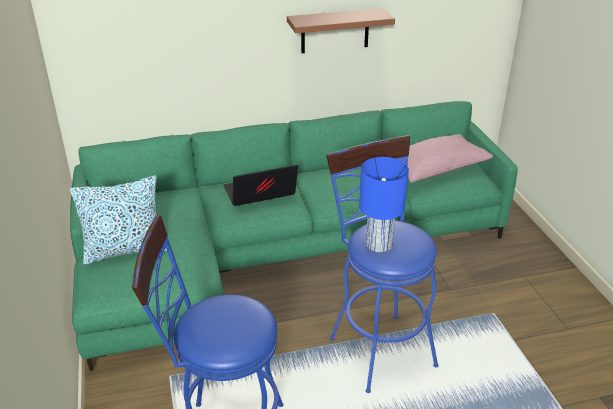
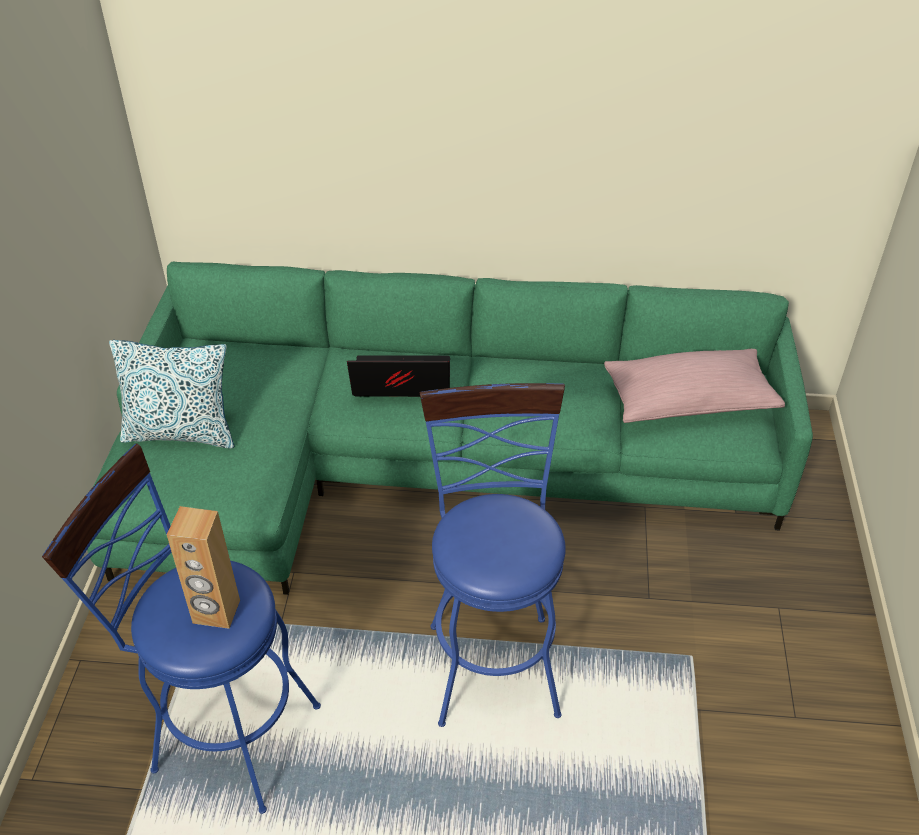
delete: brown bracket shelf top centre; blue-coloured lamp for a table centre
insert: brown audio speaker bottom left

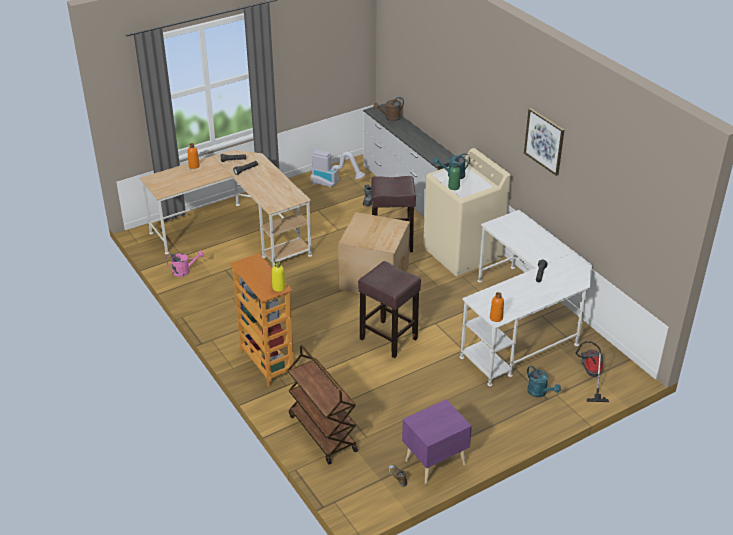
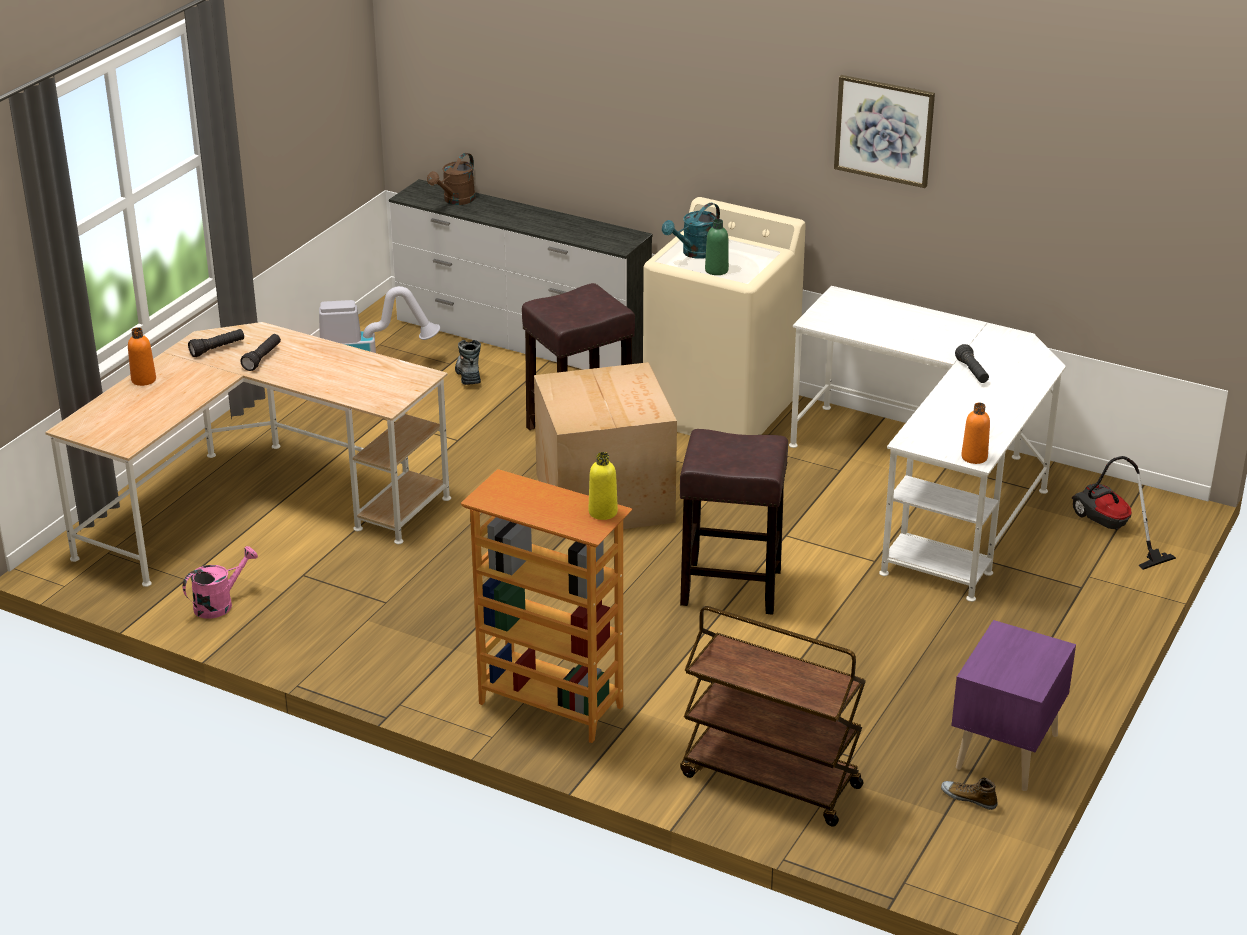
delete: turquoise-coloured watering pot (2nd from left) bottom right

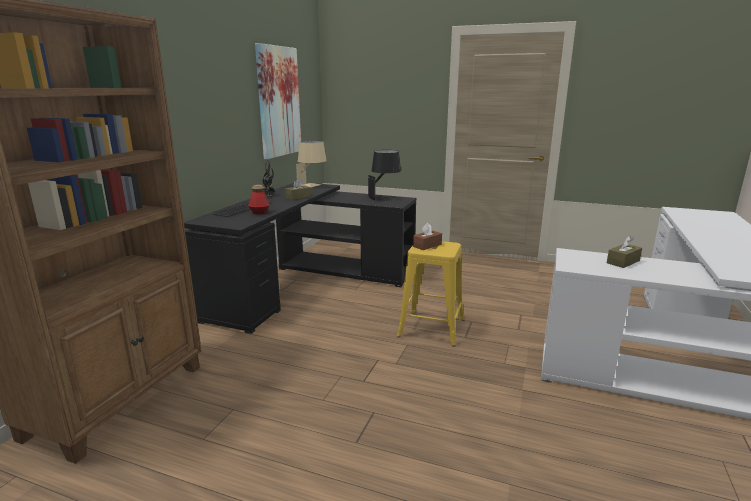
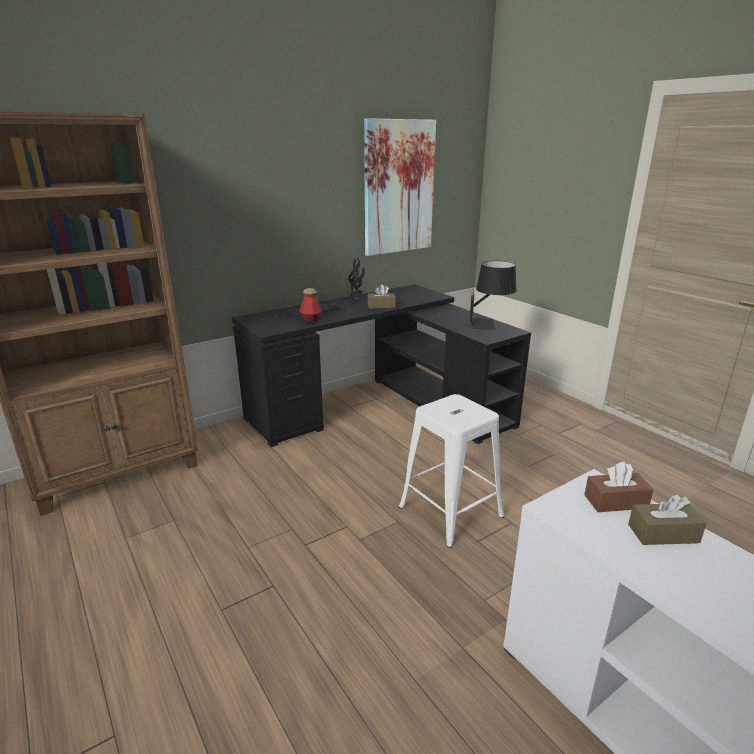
delete: sand-coloured lamp for a table top centre
move: brown tissue holder (2nd from left) centre to middle right
recolor: yellow stool centre to white stool centre

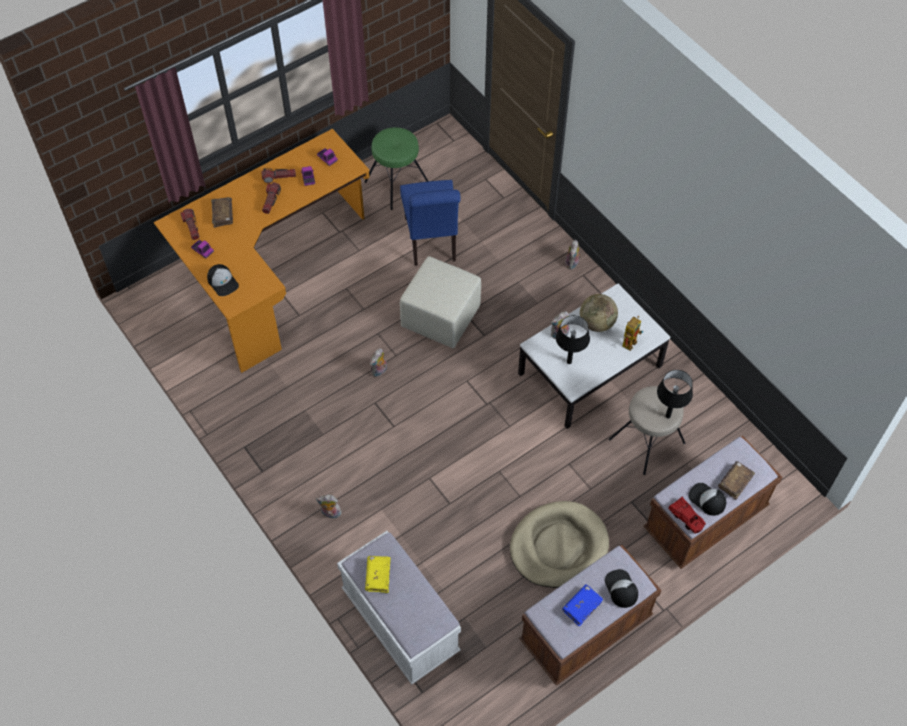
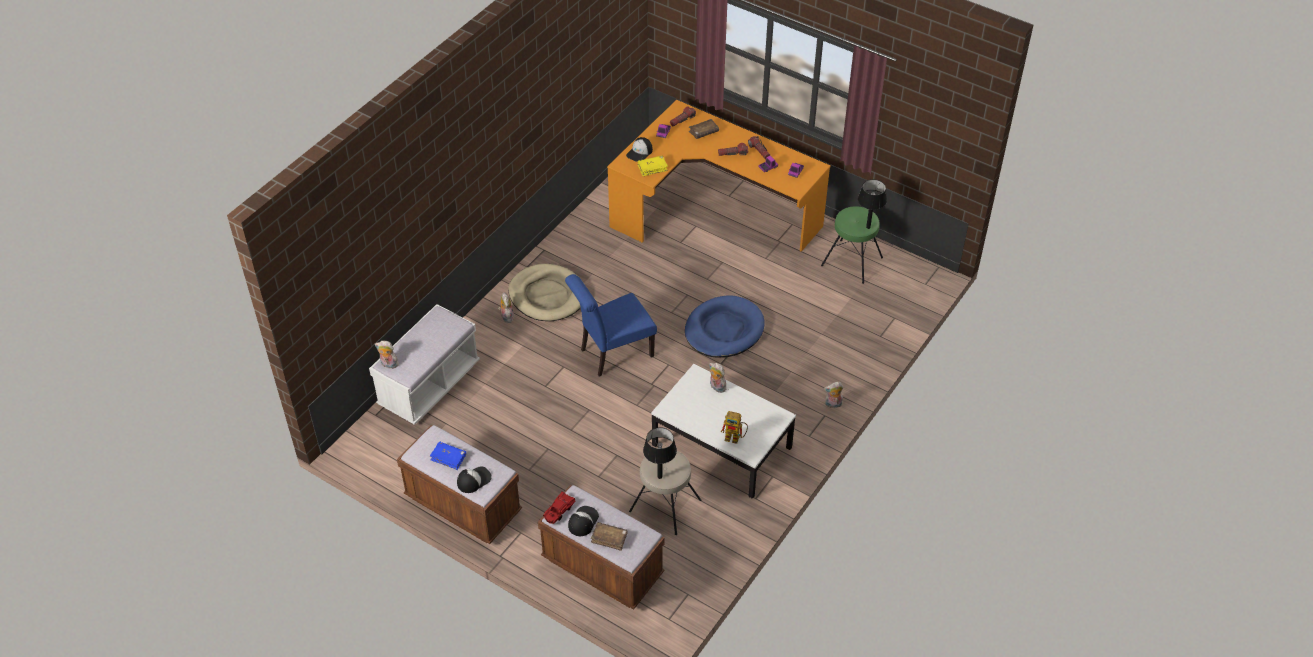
delete: globe centre
move: yellow book bottom centre to top centre; soft toy (2nd from left in the first image) centre to soft toy (1st from left) middle left; blue-coloured plain chair top centre to centre; sand-coloured pet bed bottom centre to centre; blackish lamp for a table (1st from left in the first image) centre to blackish lamp for a table (2nd from left) top centre
replace: sand-coloured footrest centre to blue-coloured pet bed centre

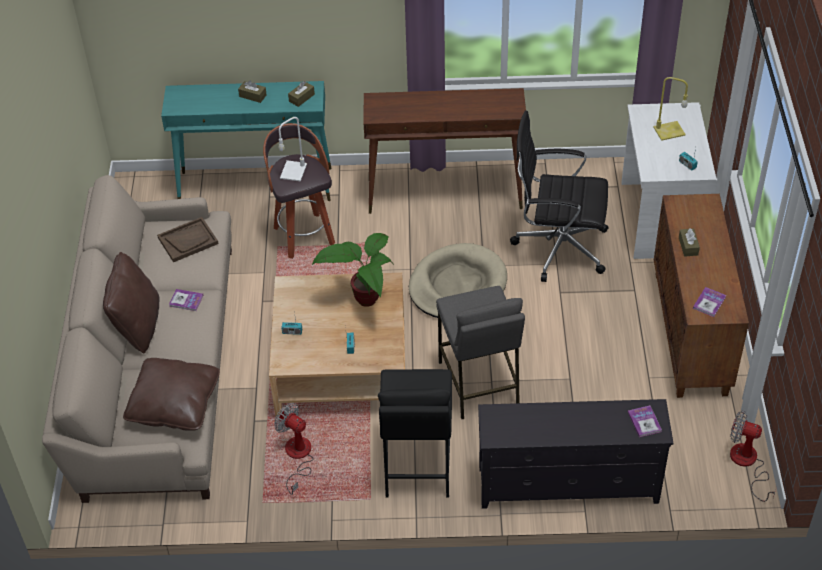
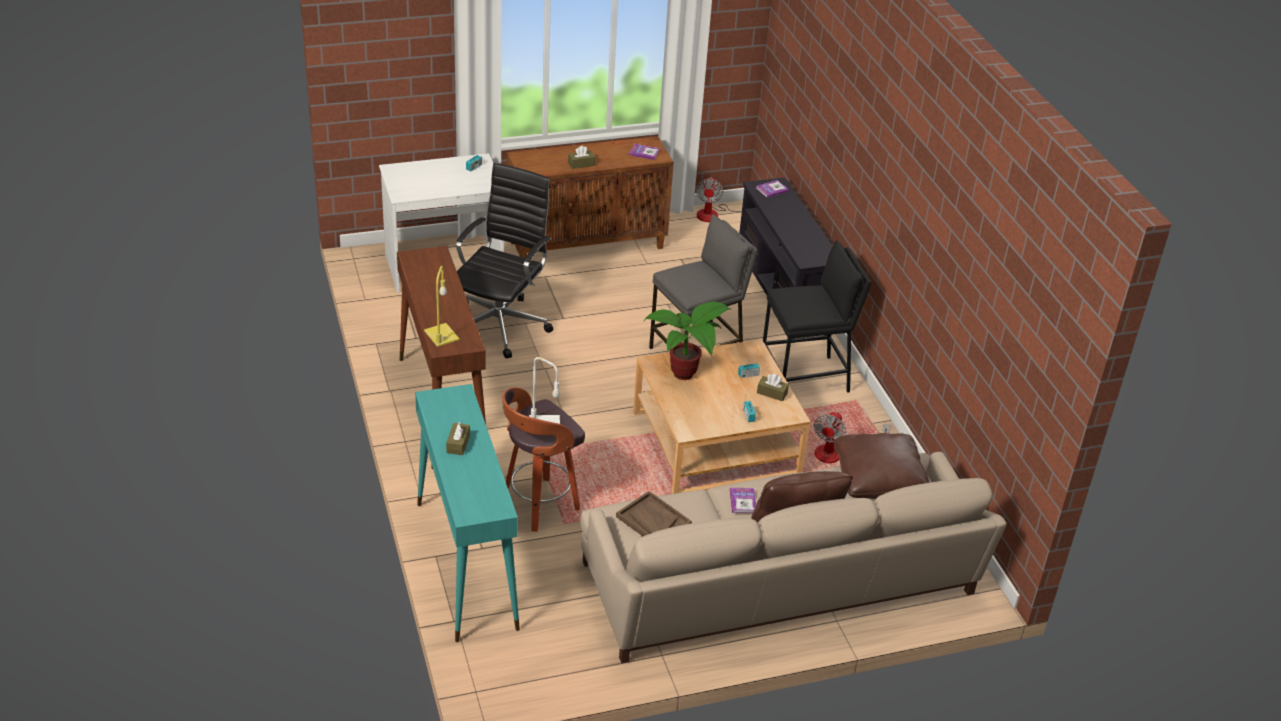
delete: sand-coloured pet bed centre
move: brown tissue holder (2nd from left in the first image) top centre to brown tissue holder (3rd from left) centre; yellow lamp for a table top right to centre
rotate: blackish office chair middle right = centre 150 degrees counterclockwise

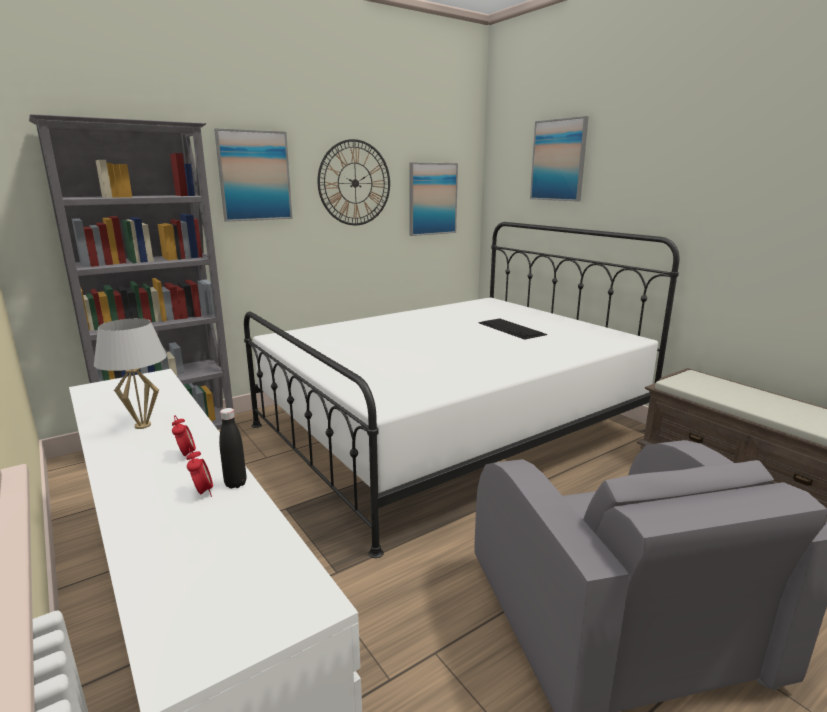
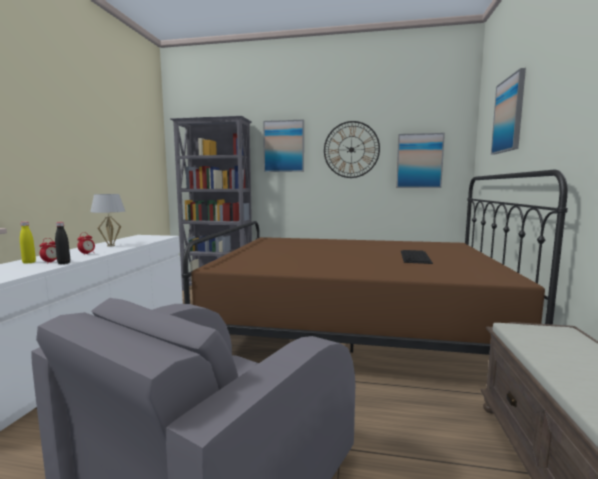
insert: yellow bottle middle left
recolor: white sleeping bed centre to brown sleeping bed centre

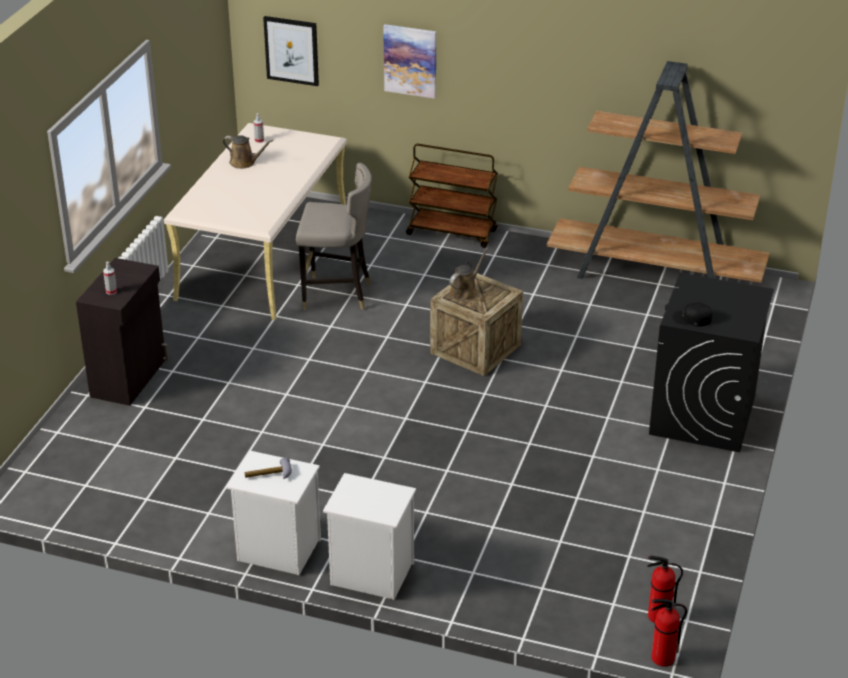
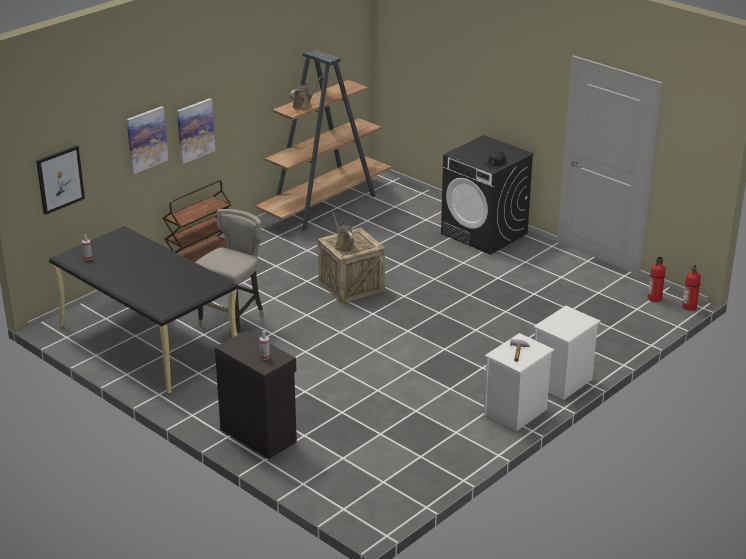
insert: wall art (3rd from left) top left
move: brown watering pot (1st from left) top left to top centre
recolor: sand-coloured desk top left to blackish desk middle left

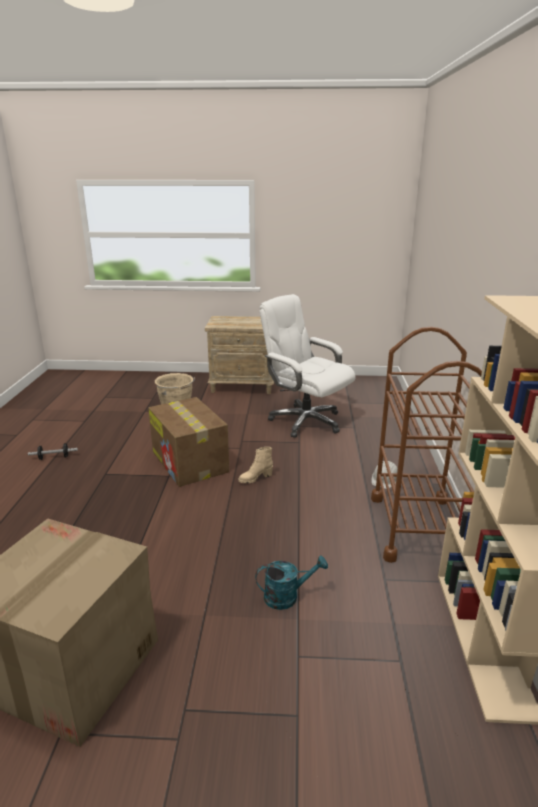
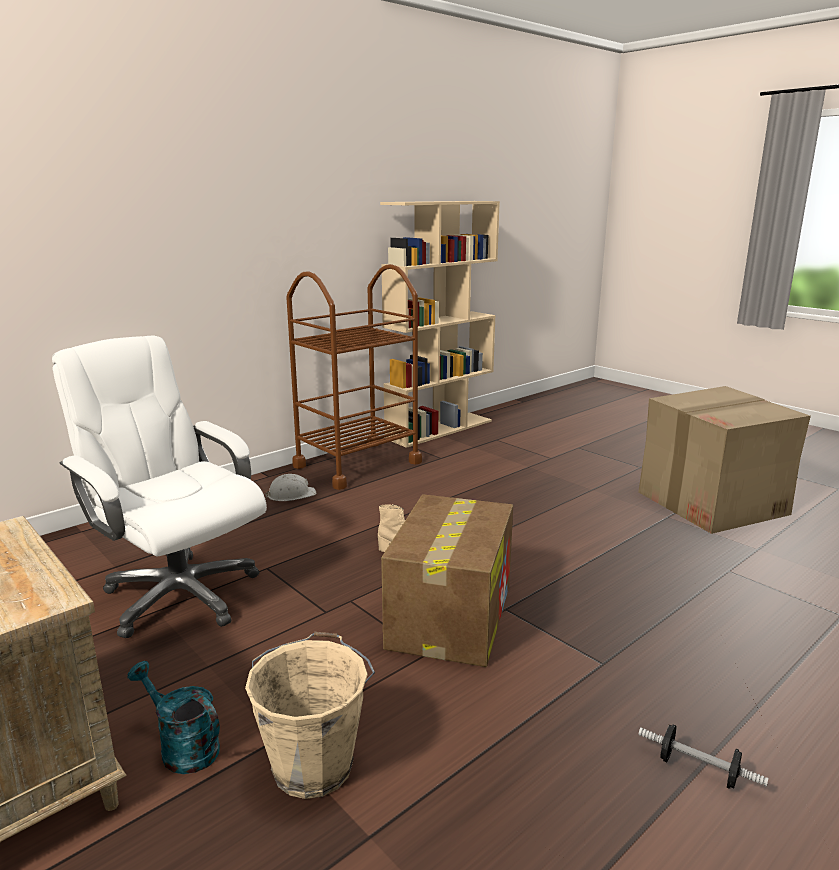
move: turquoise-coloured watering pot bottom centre to bottom left
rotate: white office chair centre = middle left 135 degrees clockwise

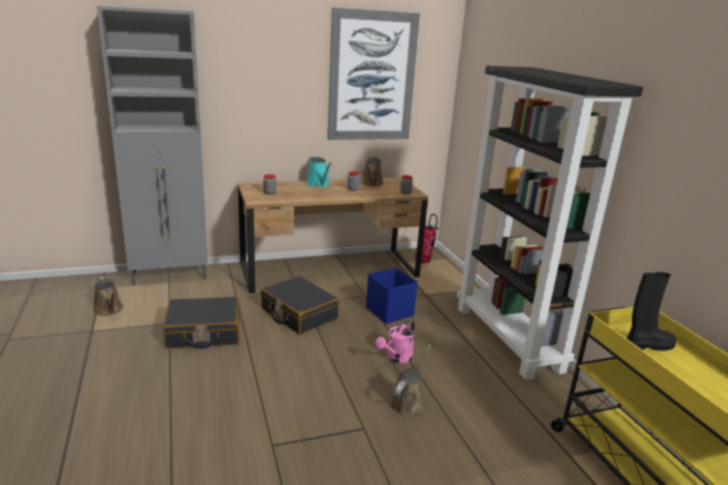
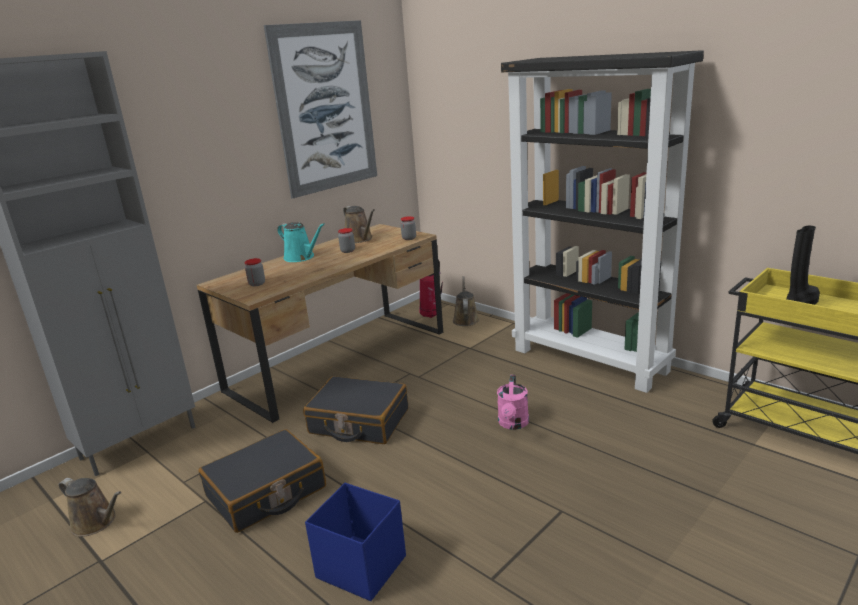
move: blue-coloured storage box centre to bottom centre; brown watering pot (3rd from left) bottom centre to centre

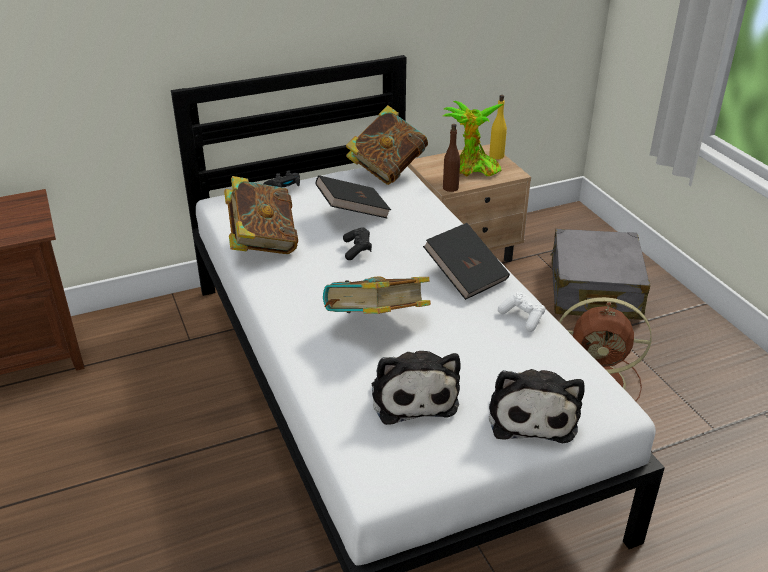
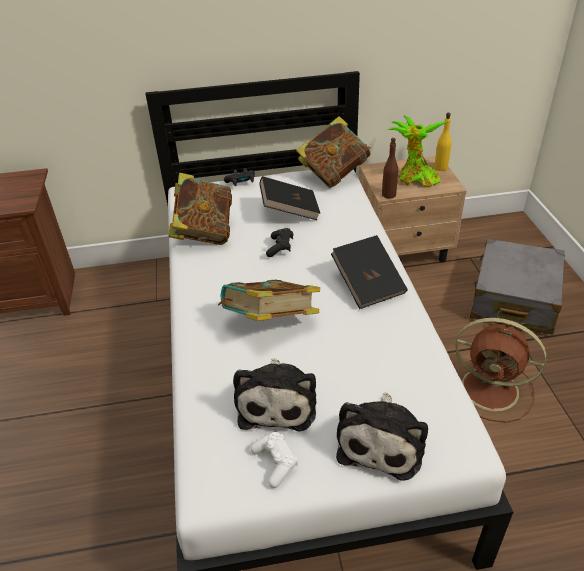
move: white game controller middle right to bottom centre

